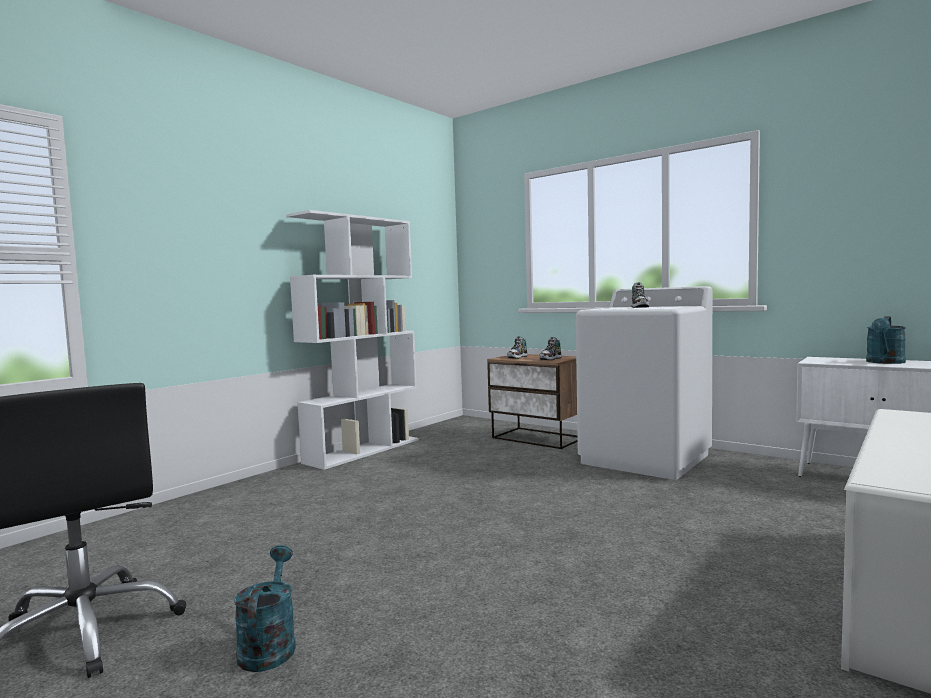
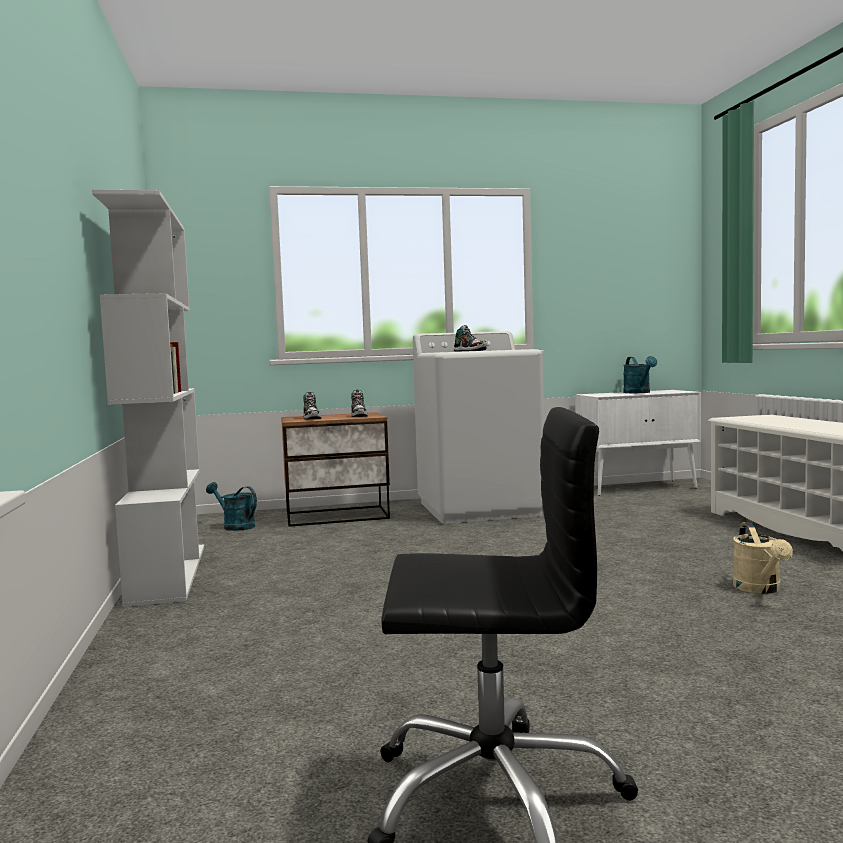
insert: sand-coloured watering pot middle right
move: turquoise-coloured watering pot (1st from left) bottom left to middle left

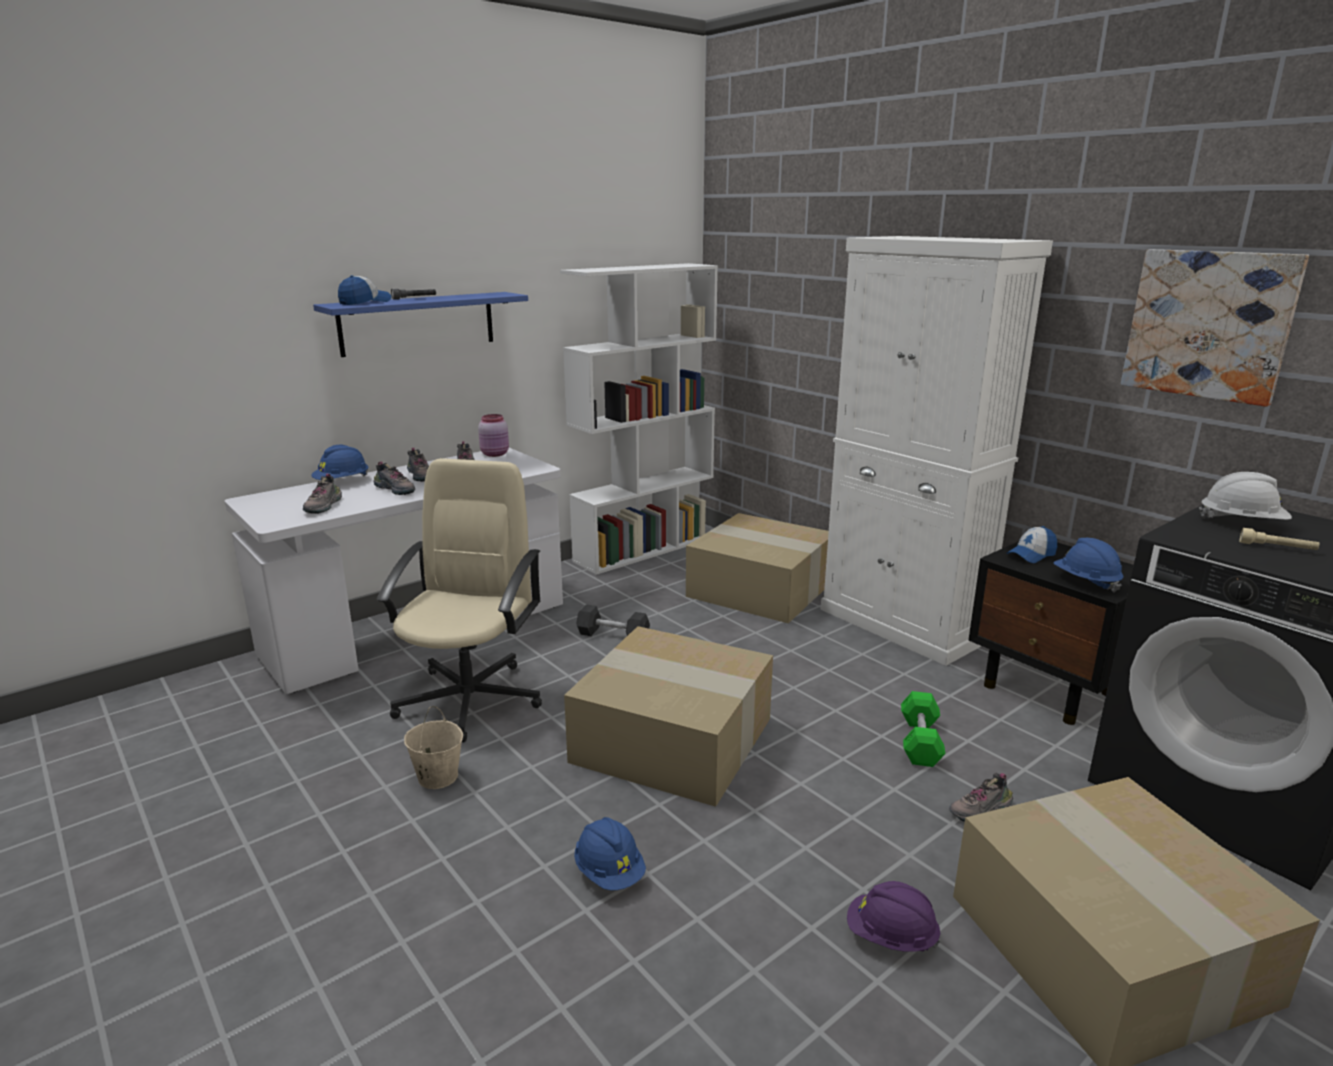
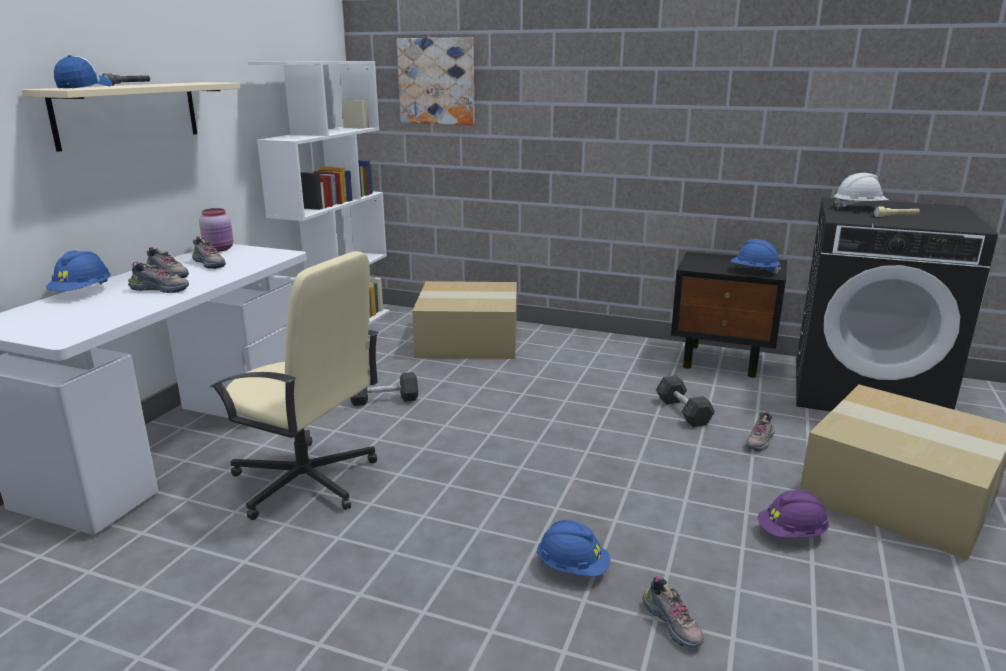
delete: sand-coloured pail bottom left; cardboard box (1st from left) bottom centre; white cabinet middle right; peaked cap (2nd from left) middle right
move: item of footwear (1st from left in the first image) middle left to item of footwear (4th from left) bottom right; wall art top right to top centre
recolor: blue-coloured bracket shelf top left to sand-coloured bracket shelf top left; greenish dumbbell bottom right to grey dumbbell (2nd from left) middle right
rotate: sand-coloured office chair centre = middle left 135 degrees clockwise

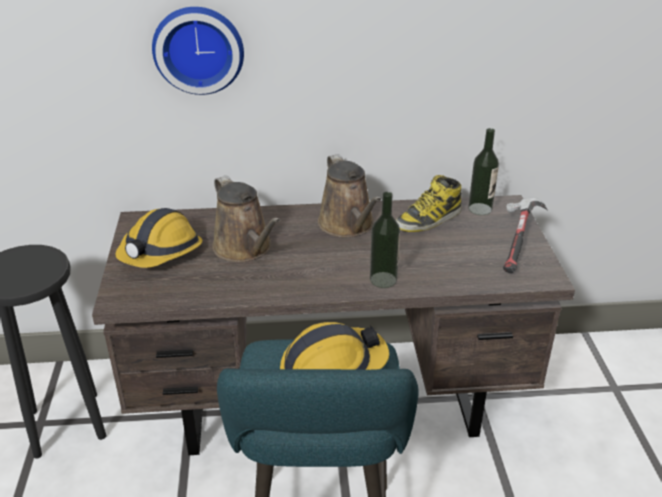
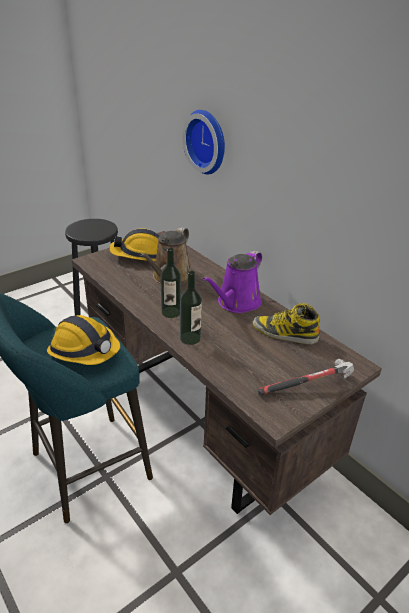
move: bottle (2nd from left in the first image) middle right to bottle (1st from left) centre
recolor: brown watering pot (2nd from left) centre to purple-coloured watering pot centre

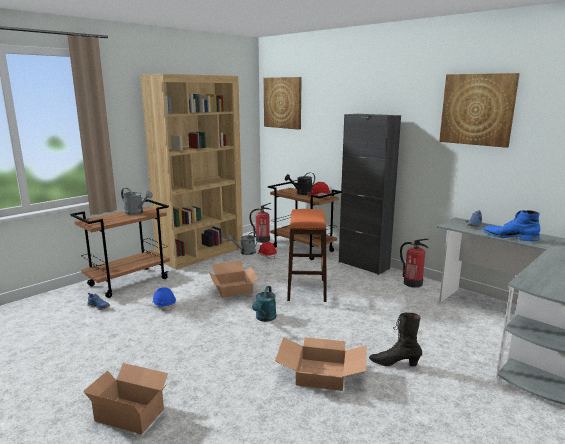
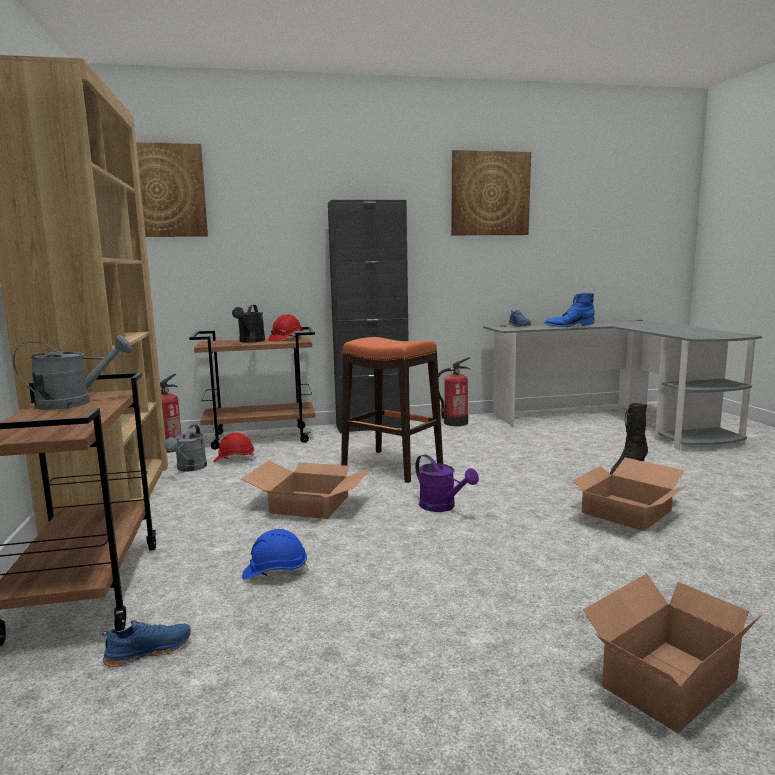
recolor: turquoise-coloured watering pot bottom centre to purple-coloured watering pot centre

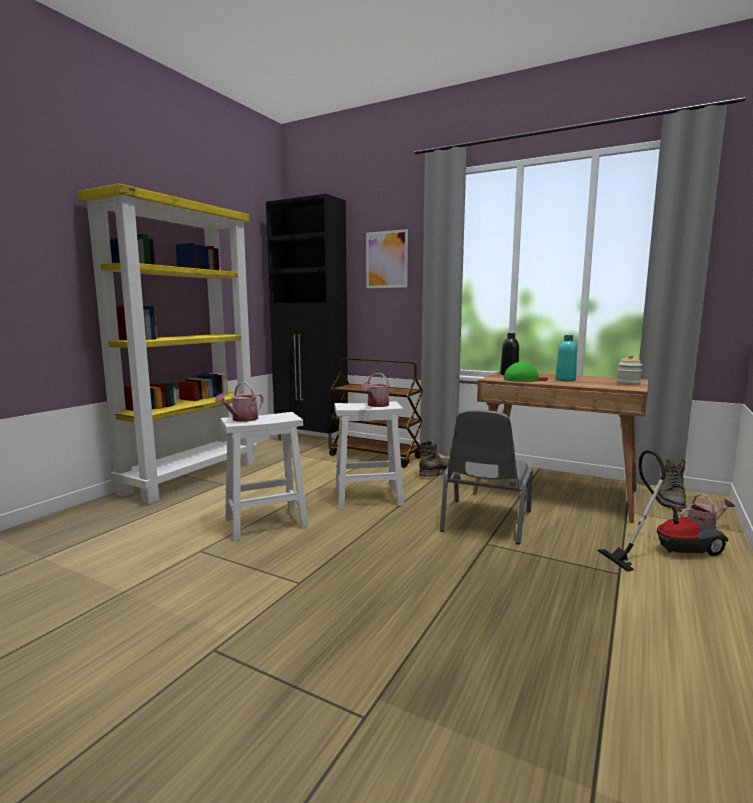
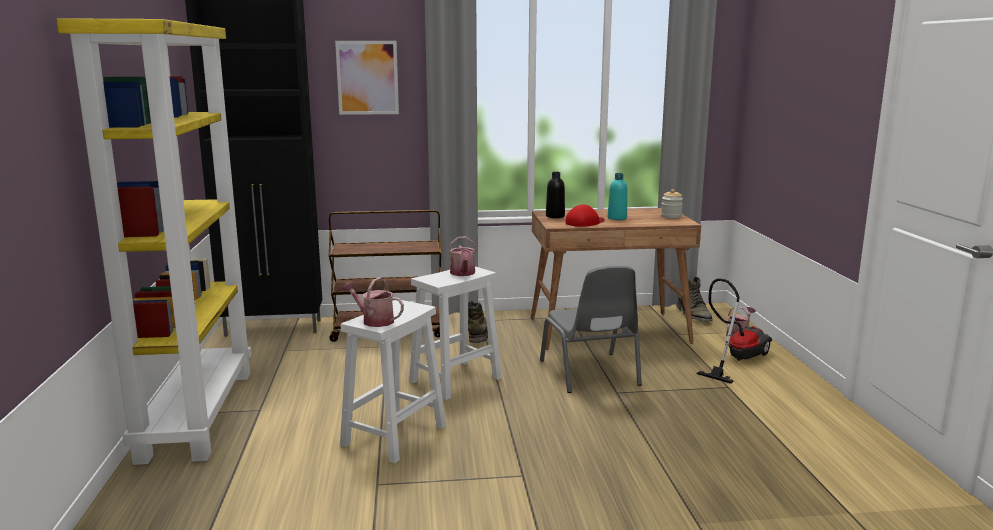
recolor: greenish peaked cap middle right to red peaked cap centre
rotate: watering pot (1st from left) middle left = centre 120 degrees clockwise

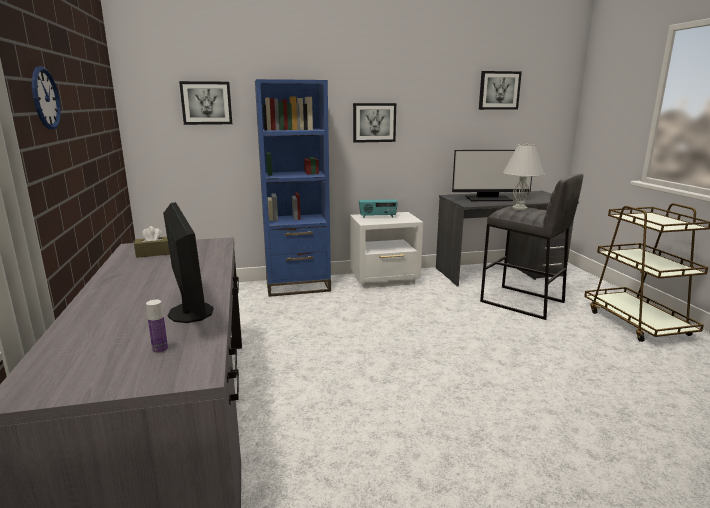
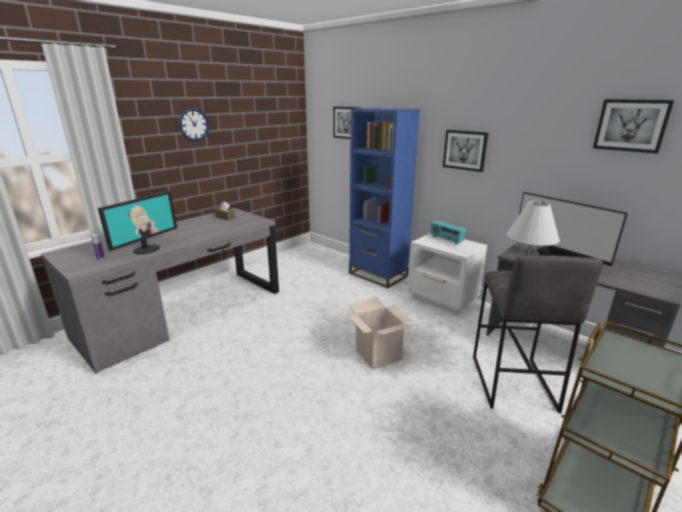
insert: cardboard box centre

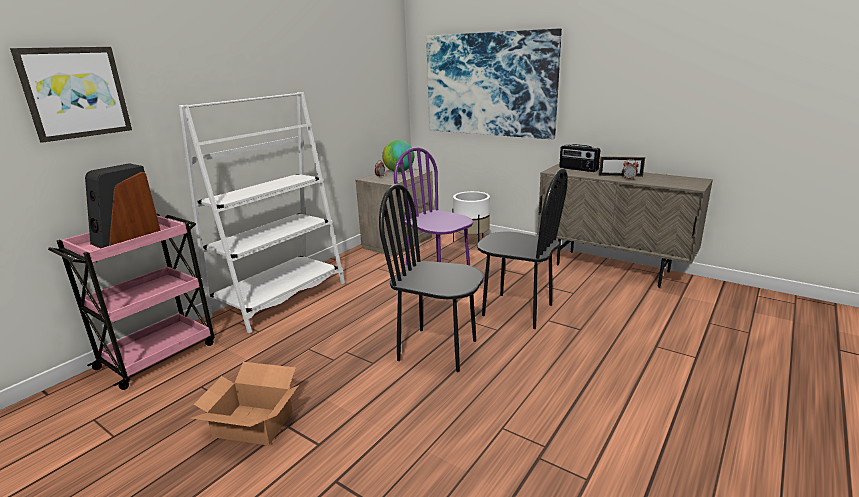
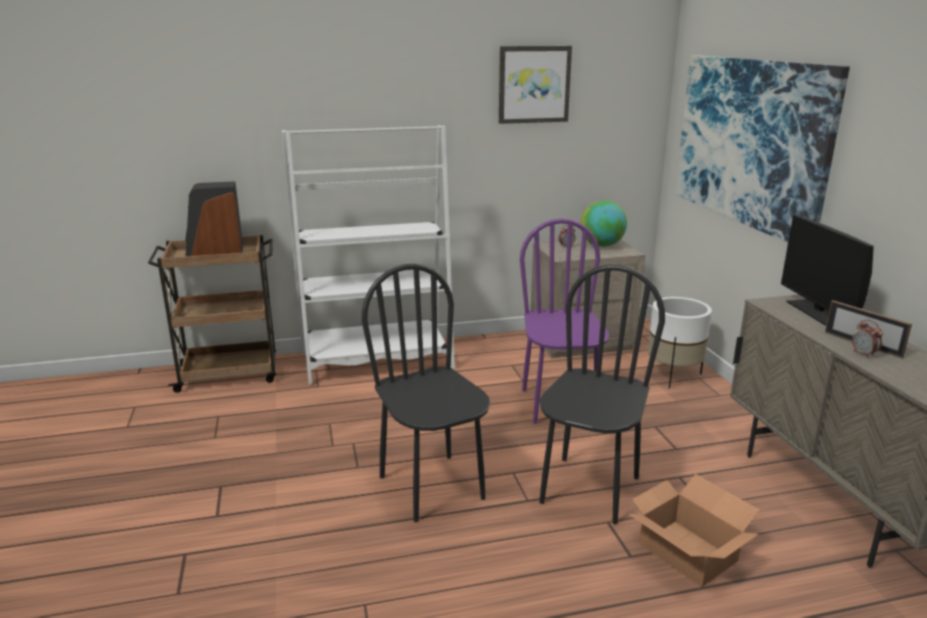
move: wall art (1st from left) top left to top centre; cardboard box bottom left to bottom right
replace: radio top right to computer display middle right
recolor: pink-coloured trolley middle left to brown trolley middle left
rotate: blackish plain chair (2nd from left) centre = centre 135 degrees counterclockwise

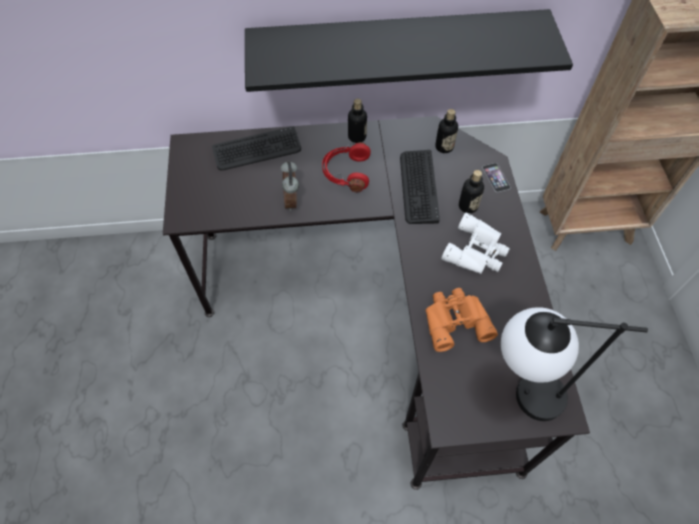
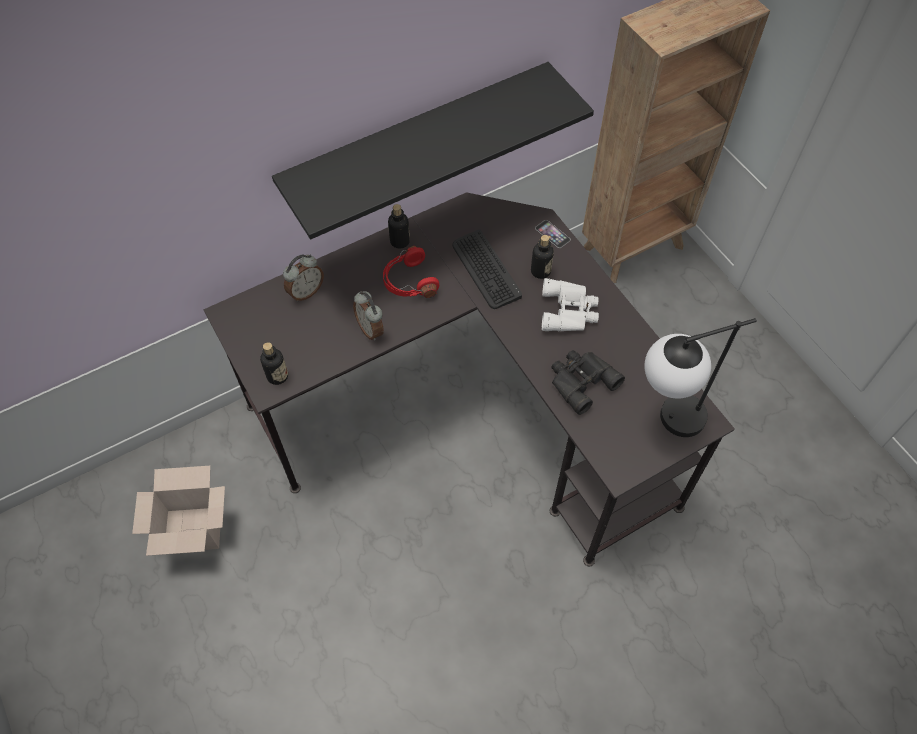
insert: cardboard box bottom left
move: bottle (2nd from left in the first image) top centre to bottle (1st from left) middle left
replace: computer keyboard (1st from left) top centre to bedside clock (1st from left) middle left
recolor: orange-coloured field glasses centre to blackish field glasses centre

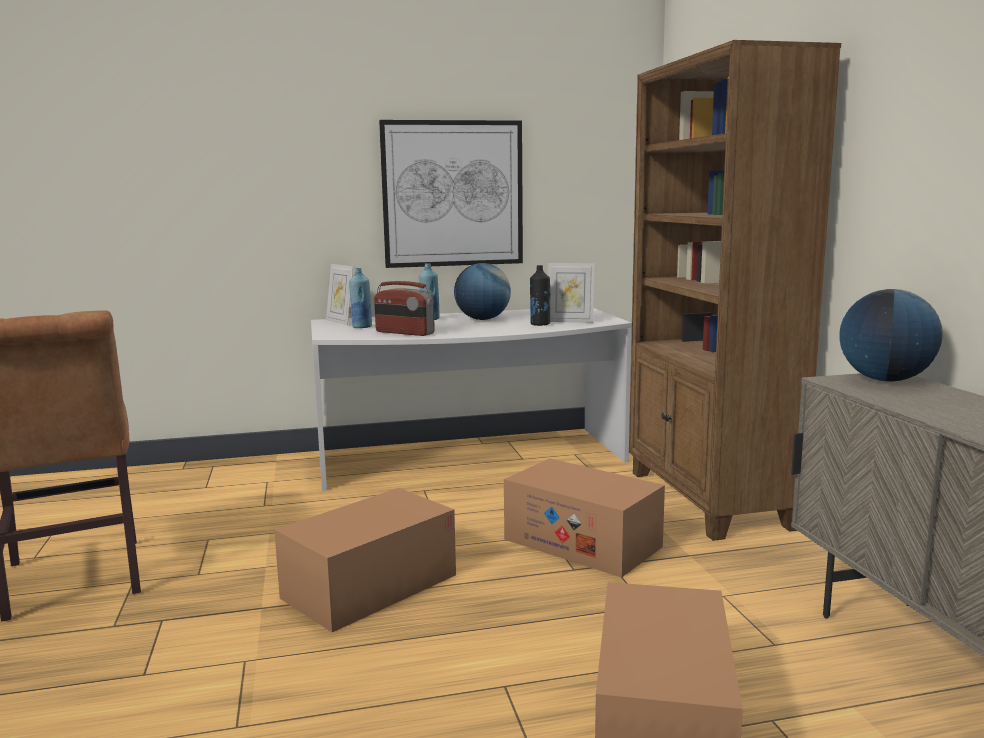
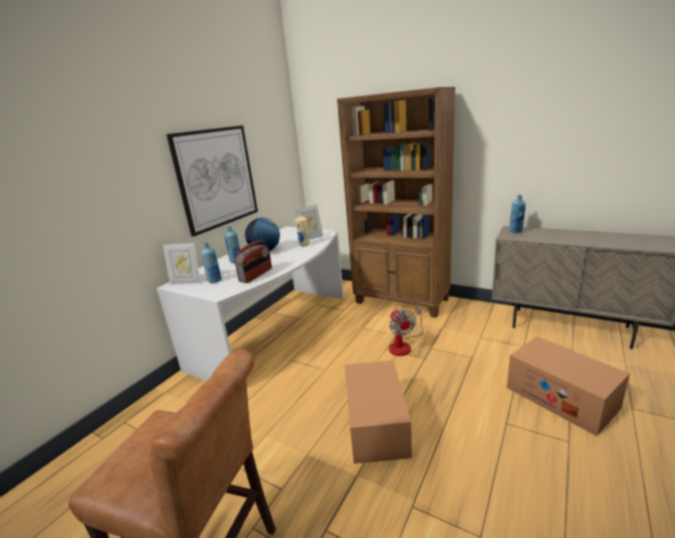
replace: cardboard box (2nd from left) bottom centre to fan centre; globe (2nd from left) middle right to blue-coloured bottle (3rd from left) middle right
recolor: blackish bottle centre to sand-coloured bottle centre
rotate: radio centre = centre 45 degrees counterclockwise

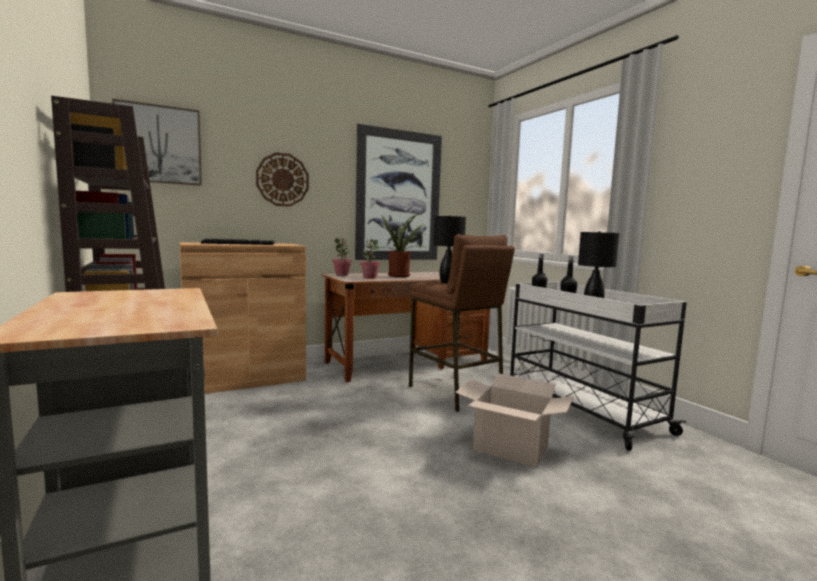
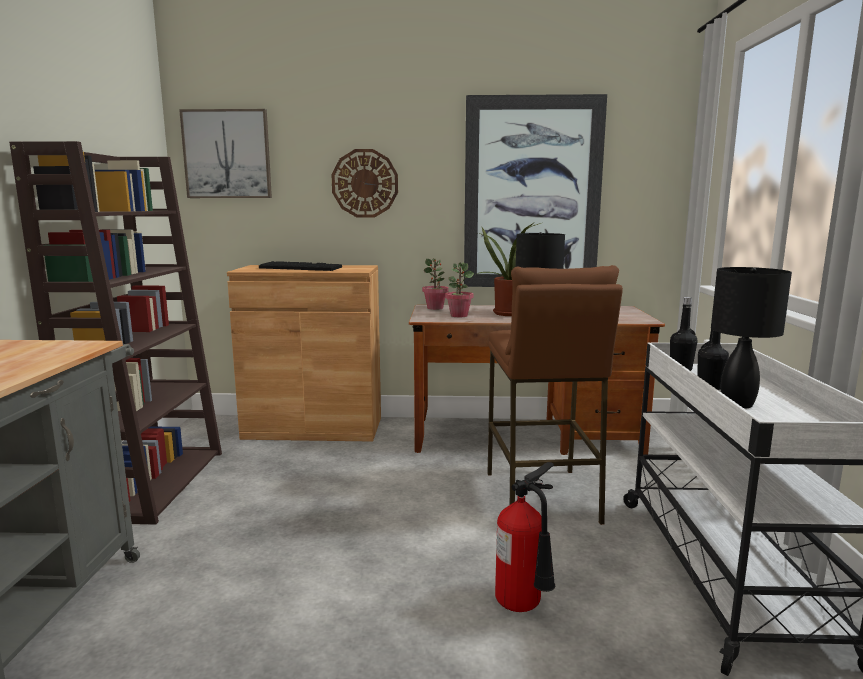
replace: cardboard box bottom centre to fire extinguisher bottom centre

